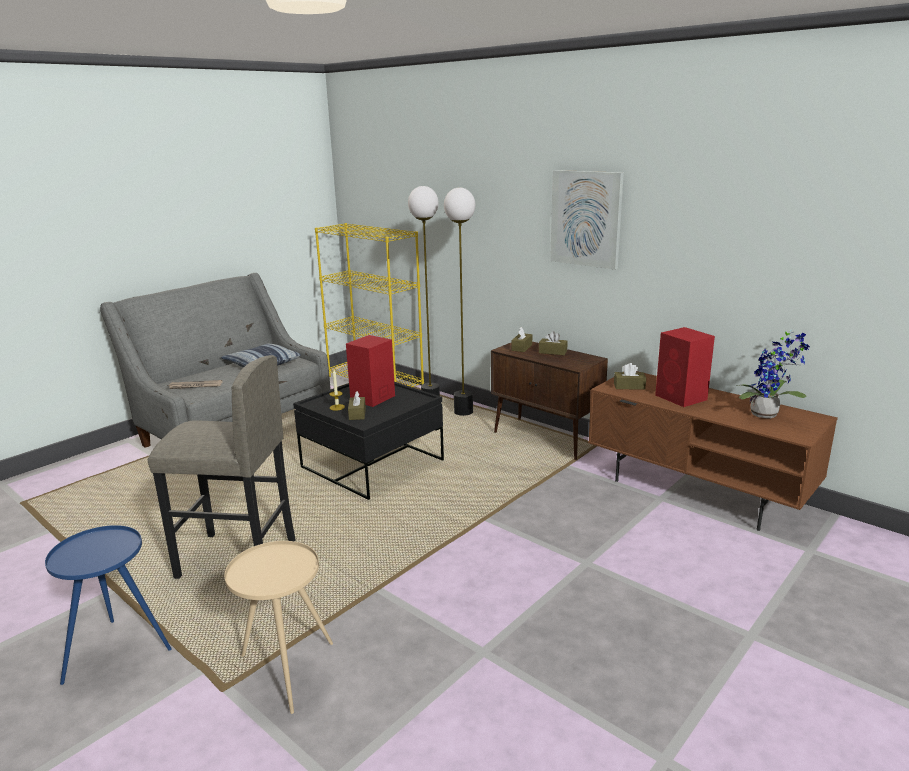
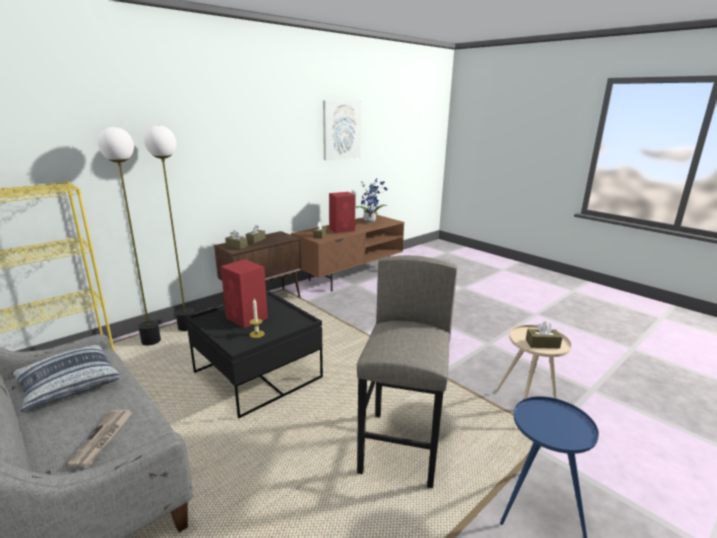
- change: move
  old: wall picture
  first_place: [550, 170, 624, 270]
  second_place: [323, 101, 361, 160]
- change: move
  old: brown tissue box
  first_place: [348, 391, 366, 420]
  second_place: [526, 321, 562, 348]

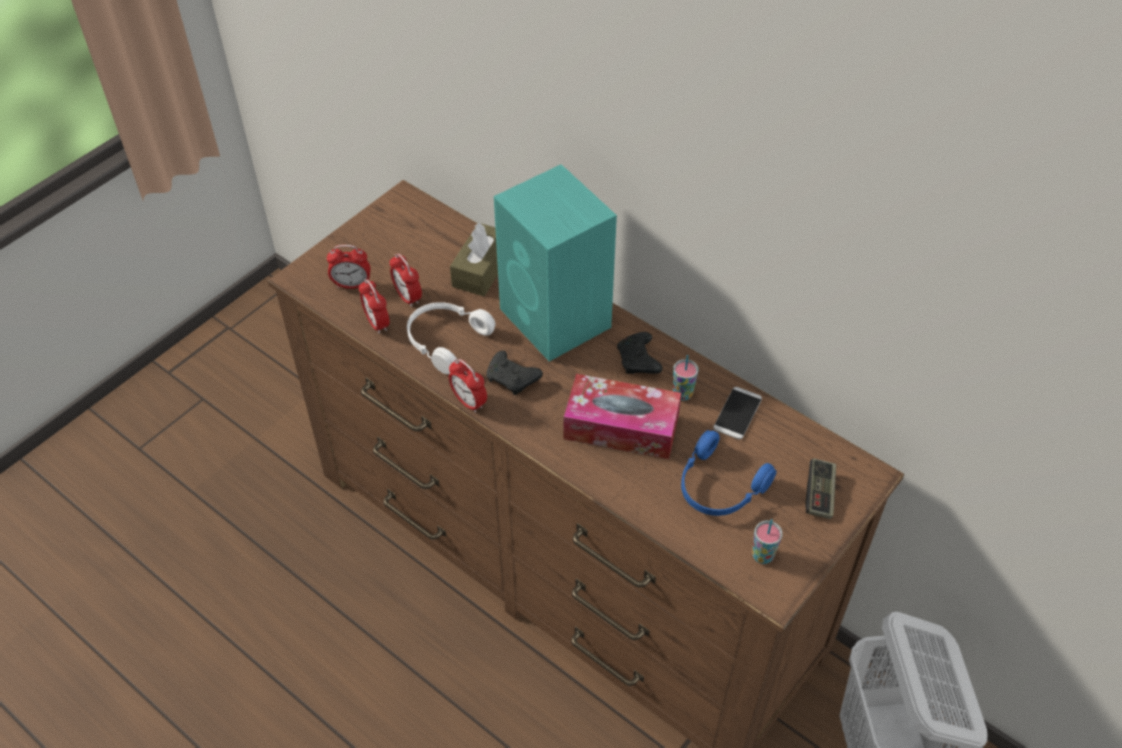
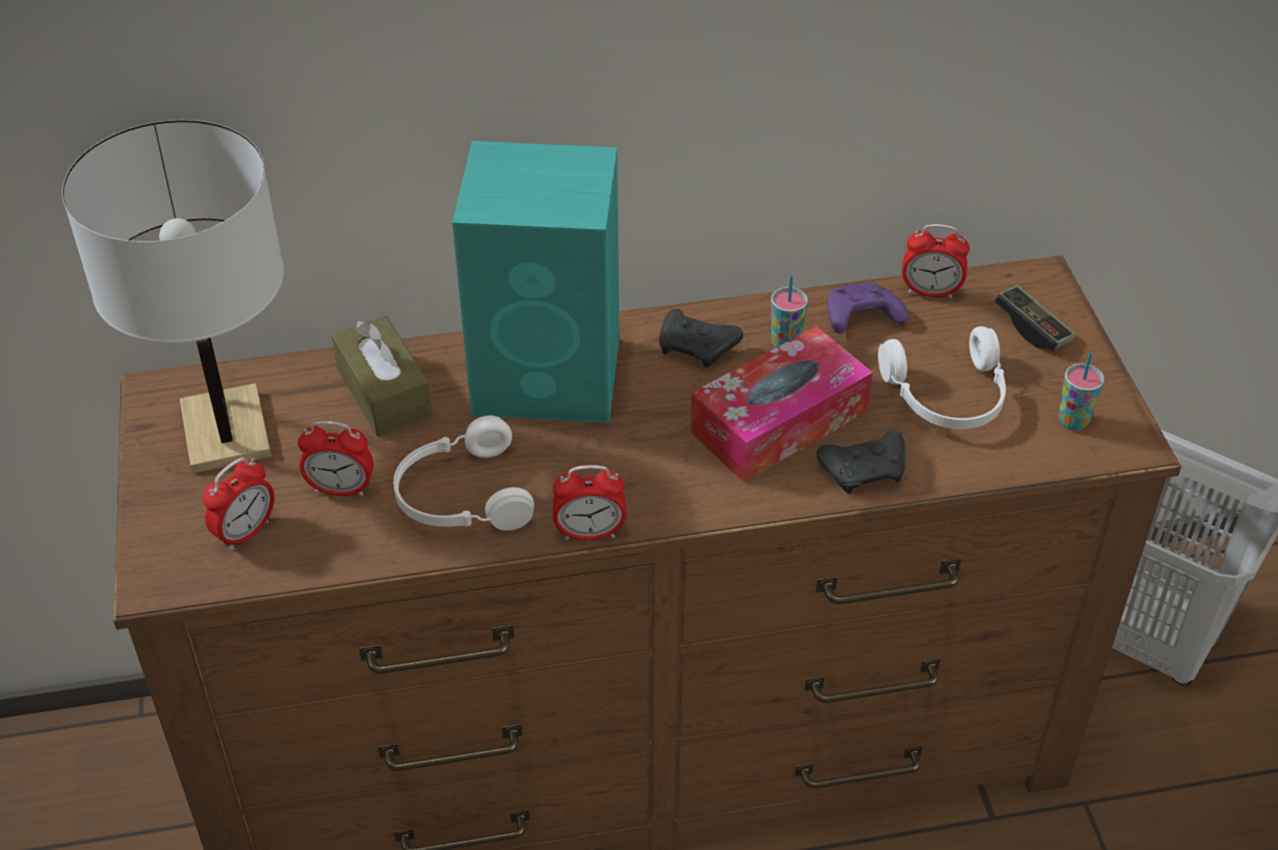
- change: insert
  new: white-coloured tabletop lamp
  second_place: [62, 120, 284, 473]
- change: move
  old: blackish game controller
  first_place: [486, 351, 543, 395]
  second_place: [816, 429, 906, 494]
- change: replace
  old: telephone
  new: purple-coloured game controller
  first_place: [713, 387, 762, 439]
  second_place: [828, 283, 909, 334]
- change: recolor
  old: blue-coloured pair of headphones
  new: white-coloured pair of headphones
  first_place: [681, 430, 777, 516]
  second_place: [878, 326, 1006, 429]
- change: move
  old: bedside clock
  first_place: [359, 279, 390, 334]
  second_place: [902, 224, 970, 299]

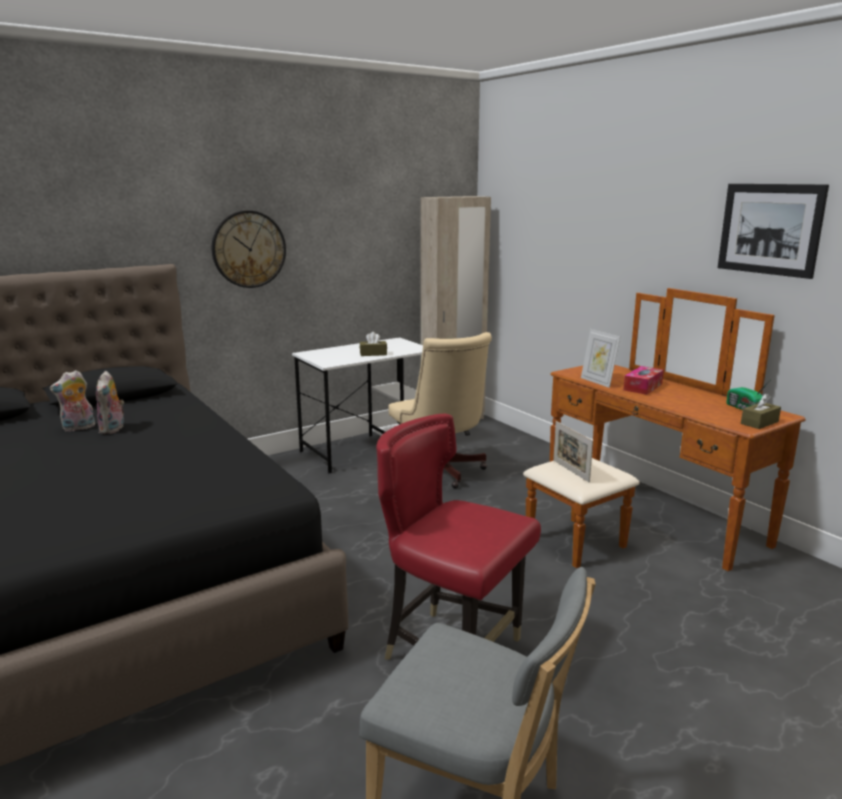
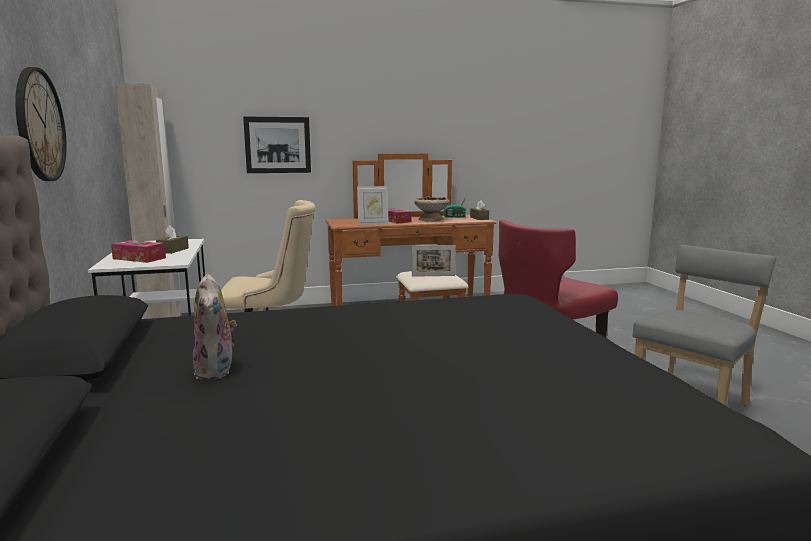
- change: insert
  new: tissue box
  second_place: [111, 240, 166, 263]
- change: move
  old: wall picture
  first_place: [718, 184, 829, 279]
  second_place: [243, 117, 311, 173]
- change: insert
  new: beige serving bowl
  second_place: [415, 196, 450, 221]
- change: delete
  old: plush toy
  first_place: [96, 371, 124, 434]

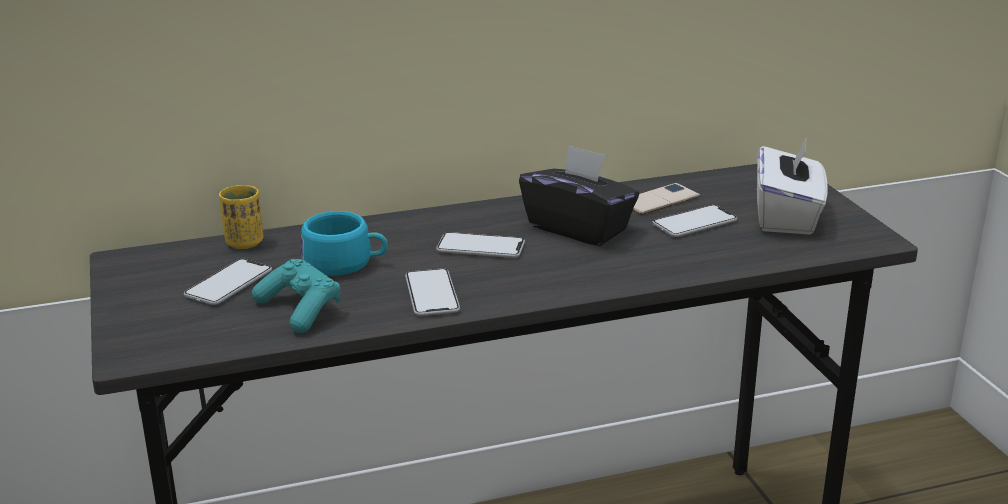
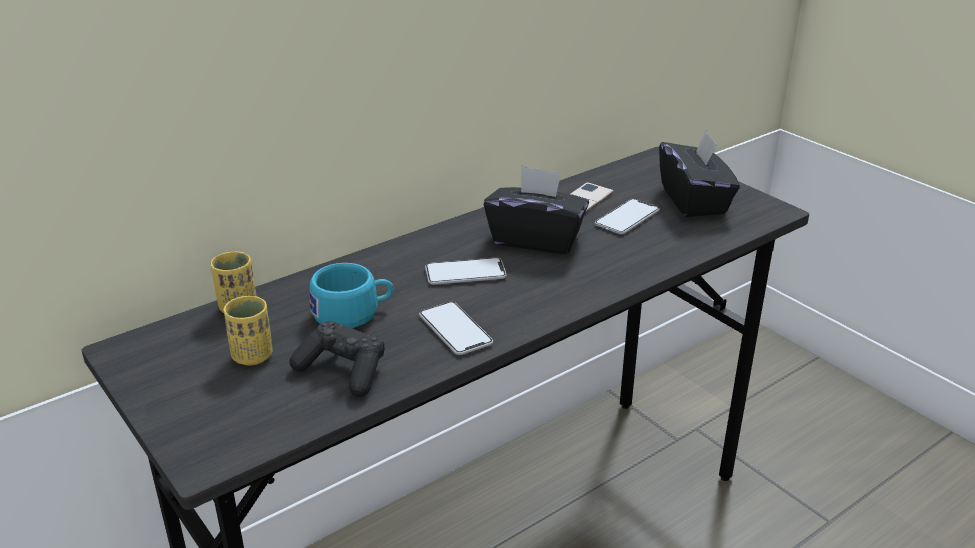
- change: replace
  old: telephone
  new: yellow-coloured small cup
  first_place: [184, 259, 272, 305]
  second_place: [223, 296, 272, 365]
- change: recolor
  old: turquoise-coloured game controller
  new: blackish game controller
  first_place: [252, 259, 341, 333]
  second_place: [289, 321, 384, 397]
- change: recolor
  old: white-coloured tissue box
  new: blackish tissue box
  first_place: [757, 135, 827, 235]
  second_place: [659, 130, 740, 217]

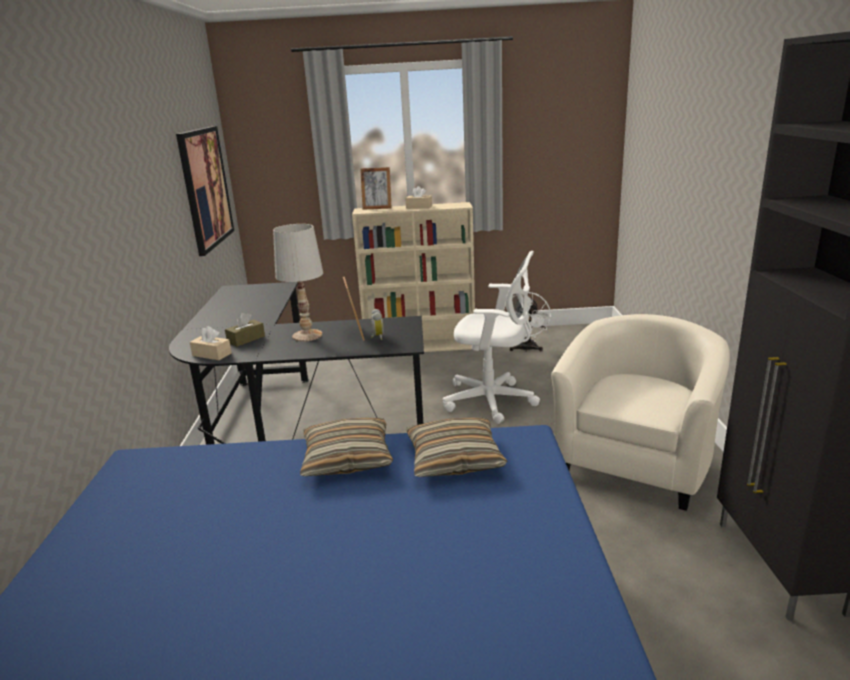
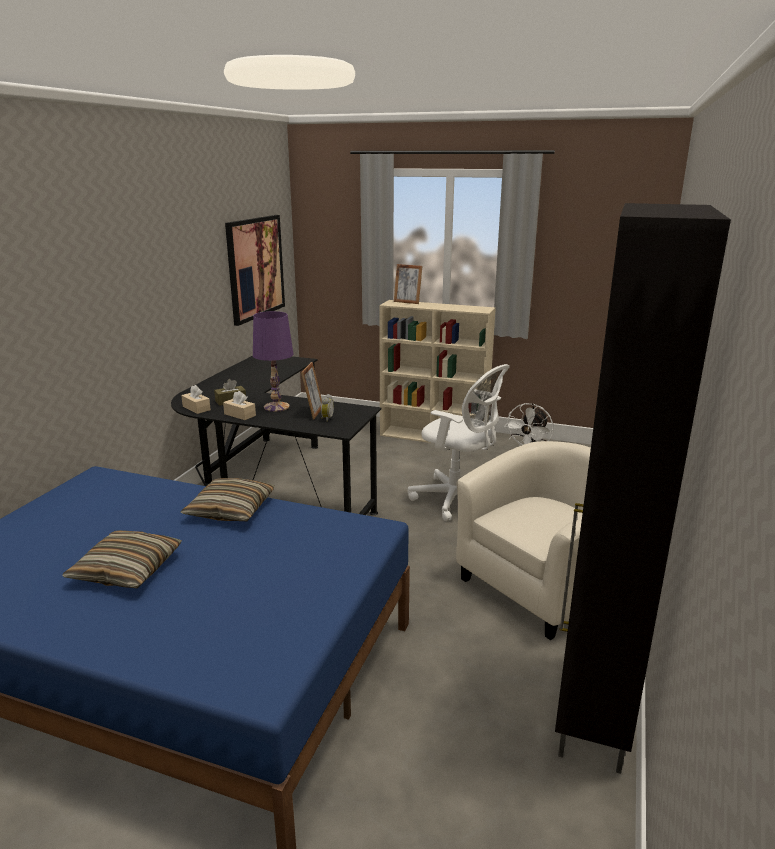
- change: move
  old: pillow
  first_place: [406, 417, 507, 477]
  second_place: [62, 530, 182, 588]
- change: move
  old: beige tissue box
  first_place: [405, 186, 432, 209]
  second_place: [223, 391, 256, 420]
- change: recolor
  old: white-coloured tabletop lamp
  new: purple-coloured tabletop lamp
  first_place: [273, 224, 323, 342]
  second_place: [253, 311, 293, 412]

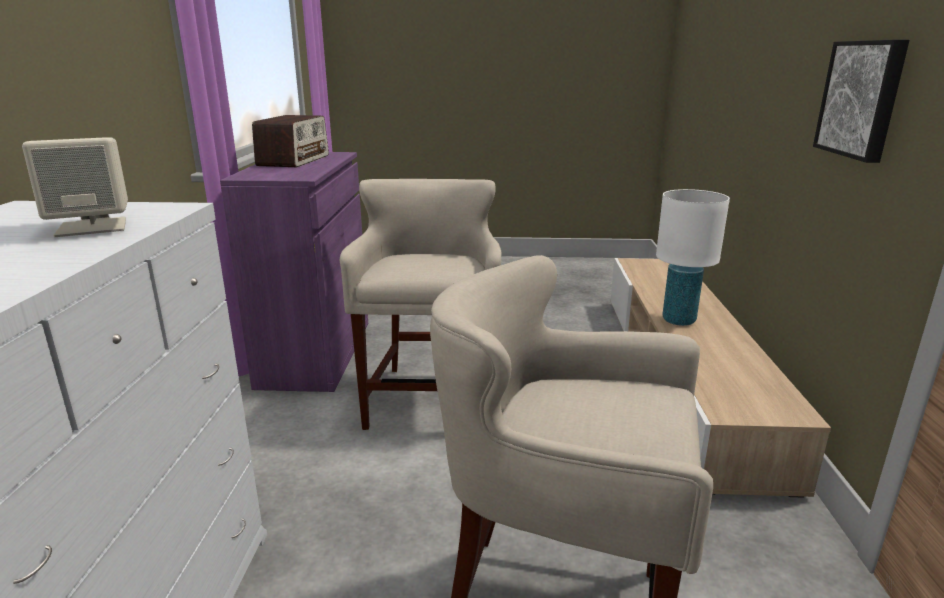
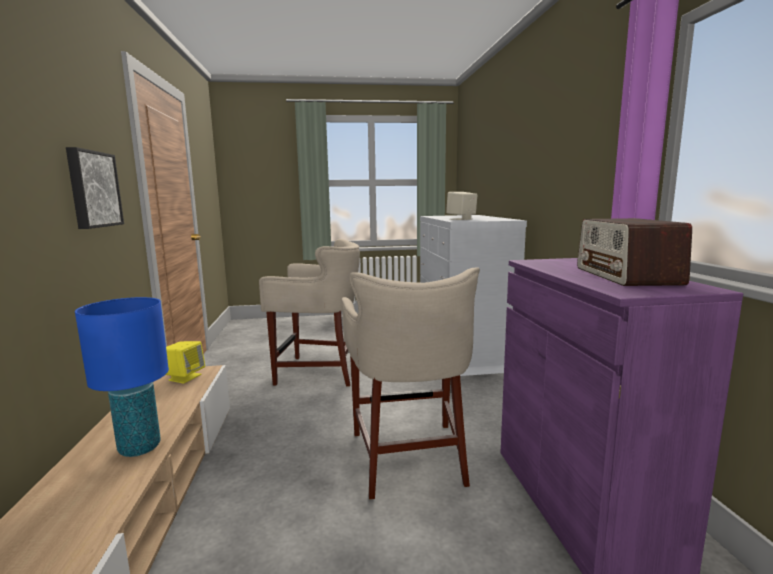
- change: recolor
  old: white-coloured tabletop lamp
  new: blue-coloured tabletop lamp
  first_place: [656, 189, 730, 326]
  second_place: [75, 297, 169, 457]
- change: insert
  new: yellow-coloured audio speaker
  second_place: [166, 341, 205, 384]

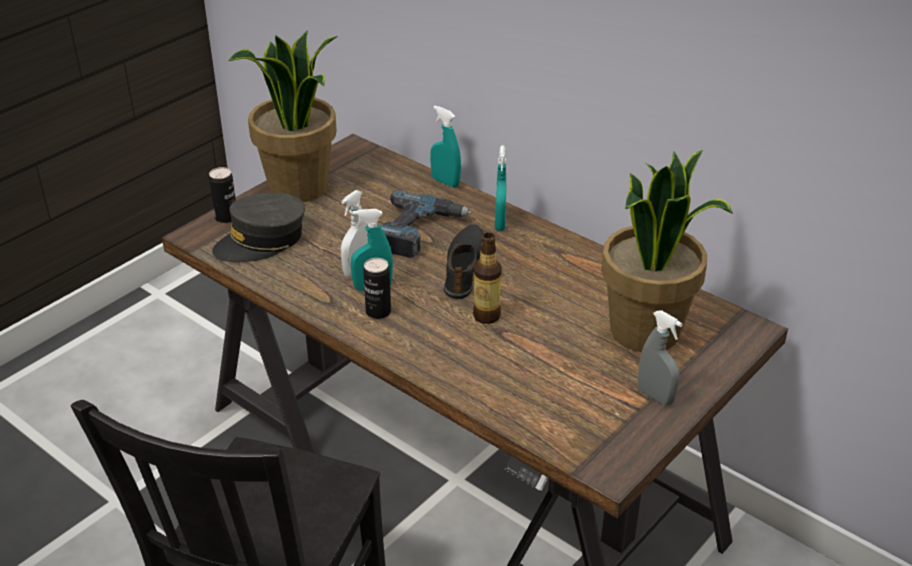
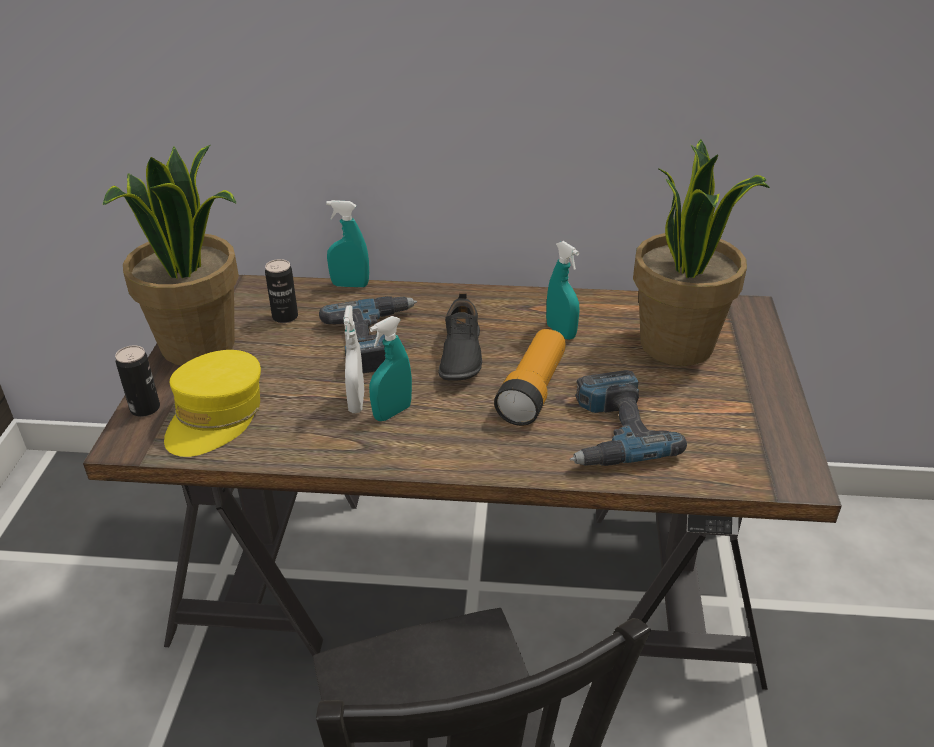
- change: recolor
  old: grey peaked cap
  new: yellow-coloured peaked cap
  first_place: [212, 193, 305, 262]
  second_place: [164, 350, 261, 457]
- change: move
  old: sealed can
  first_place: [363, 258, 391, 319]
  second_place: [265, 259, 298, 323]
- change: rotate
  old: blackish shoe
  first_place: [444, 224, 484, 299]
  second_place: [438, 293, 482, 381]
  degrees: -150
- change: replace
  old: beverage bottle
  new: flashlight
  first_place: [473, 233, 502, 324]
  second_place: [494, 329, 566, 426]
- change: move
  old: turquoise-coloured hand sprayer
  first_place: [495, 145, 506, 231]
  second_place: [546, 241, 580, 340]
- change: insert
  new: drill
  second_place: [570, 370, 687, 466]
- change: delete
  old: grey hand sprayer
  first_place: [638, 310, 683, 406]

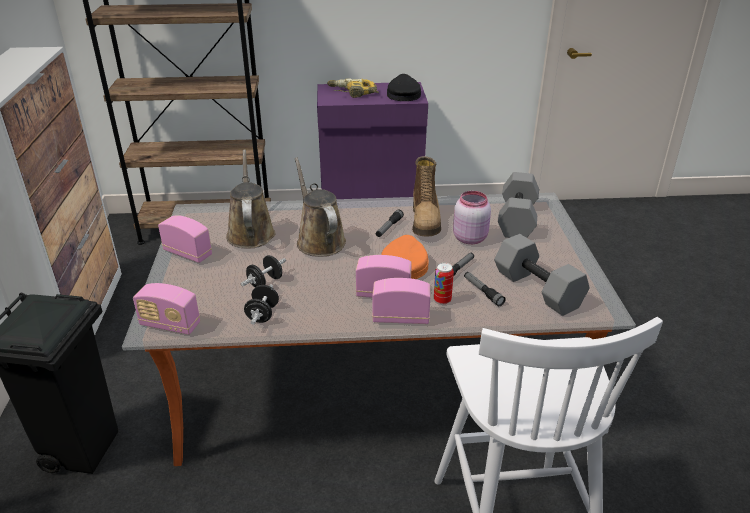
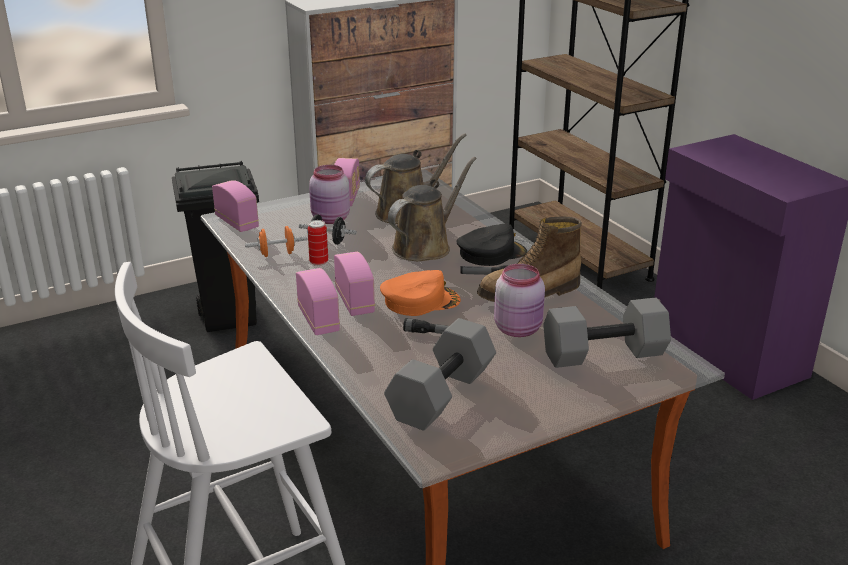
- change: rotate
  old: radio
  first_place: [133, 283, 200, 335]
  second_place: [212, 180, 259, 232]
  degrees: 150
- change: recolor
  old: blackish free weight
  new: orange-coloured free weight
  first_place: [244, 284, 279, 325]
  second_place: [245, 226, 308, 257]
- change: move
  old: sealed can
  first_place: [434, 262, 454, 304]
  second_place: [307, 220, 328, 266]
- change: insert
  new: pinkish jar
  second_place: [309, 165, 350, 224]
- change: move
  old: blackish peaked cap
  first_place: [387, 74, 421, 101]
  second_place: [457, 223, 527, 266]
- change: delete
  old: drill
  first_place: [327, 79, 379, 98]
- change: delete
  old: flashlight
  first_place: [464, 272, 506, 306]

